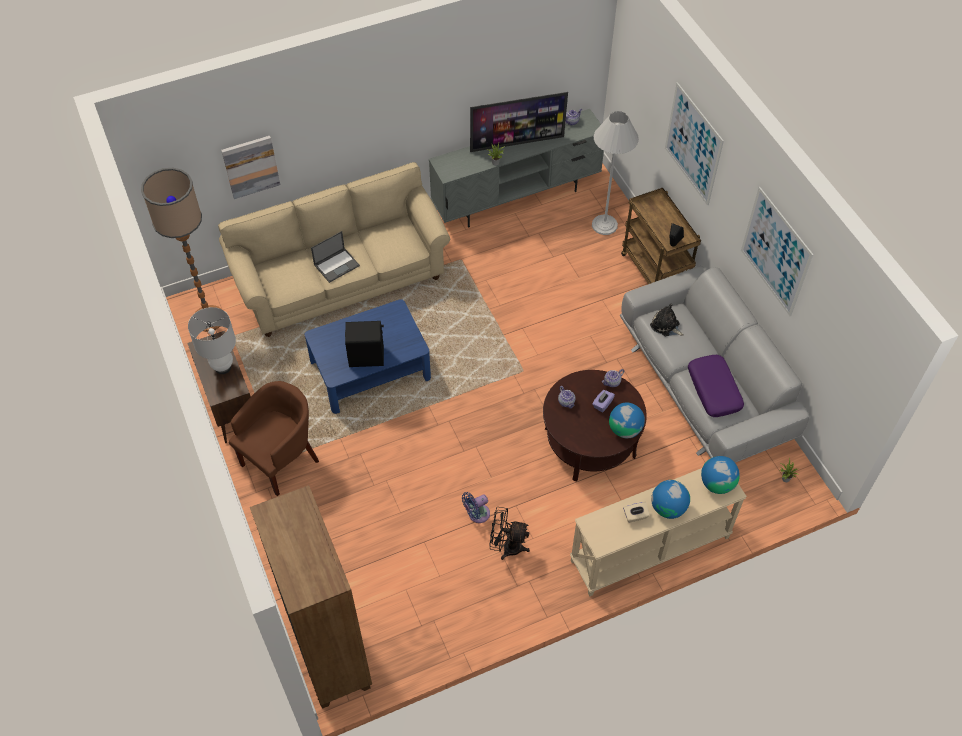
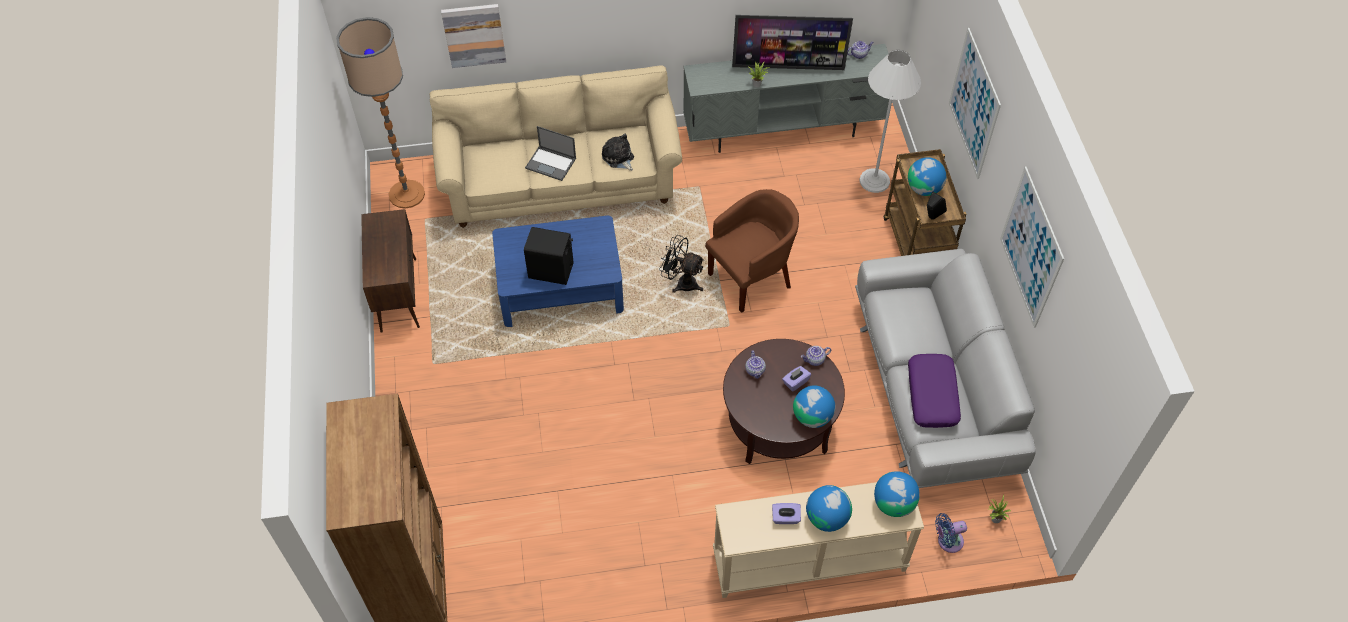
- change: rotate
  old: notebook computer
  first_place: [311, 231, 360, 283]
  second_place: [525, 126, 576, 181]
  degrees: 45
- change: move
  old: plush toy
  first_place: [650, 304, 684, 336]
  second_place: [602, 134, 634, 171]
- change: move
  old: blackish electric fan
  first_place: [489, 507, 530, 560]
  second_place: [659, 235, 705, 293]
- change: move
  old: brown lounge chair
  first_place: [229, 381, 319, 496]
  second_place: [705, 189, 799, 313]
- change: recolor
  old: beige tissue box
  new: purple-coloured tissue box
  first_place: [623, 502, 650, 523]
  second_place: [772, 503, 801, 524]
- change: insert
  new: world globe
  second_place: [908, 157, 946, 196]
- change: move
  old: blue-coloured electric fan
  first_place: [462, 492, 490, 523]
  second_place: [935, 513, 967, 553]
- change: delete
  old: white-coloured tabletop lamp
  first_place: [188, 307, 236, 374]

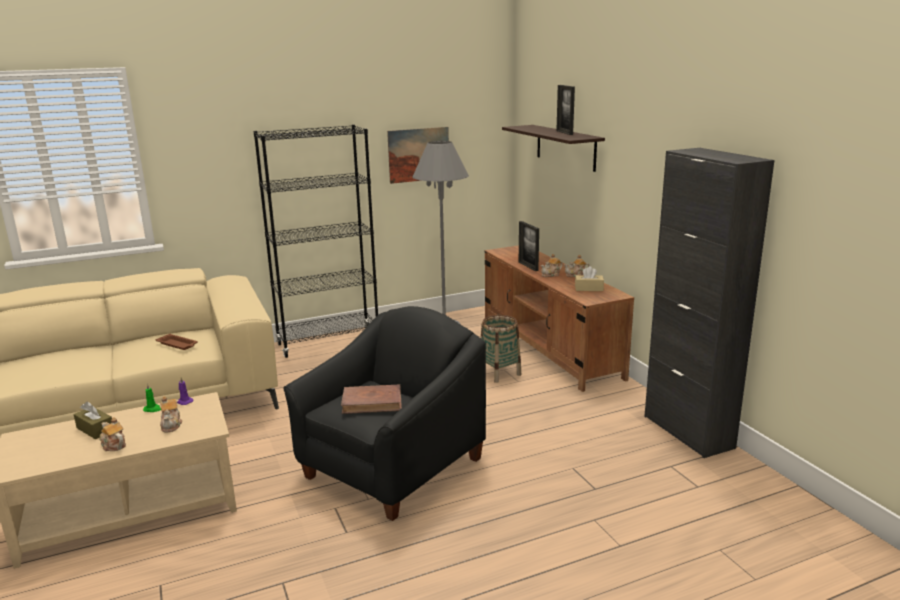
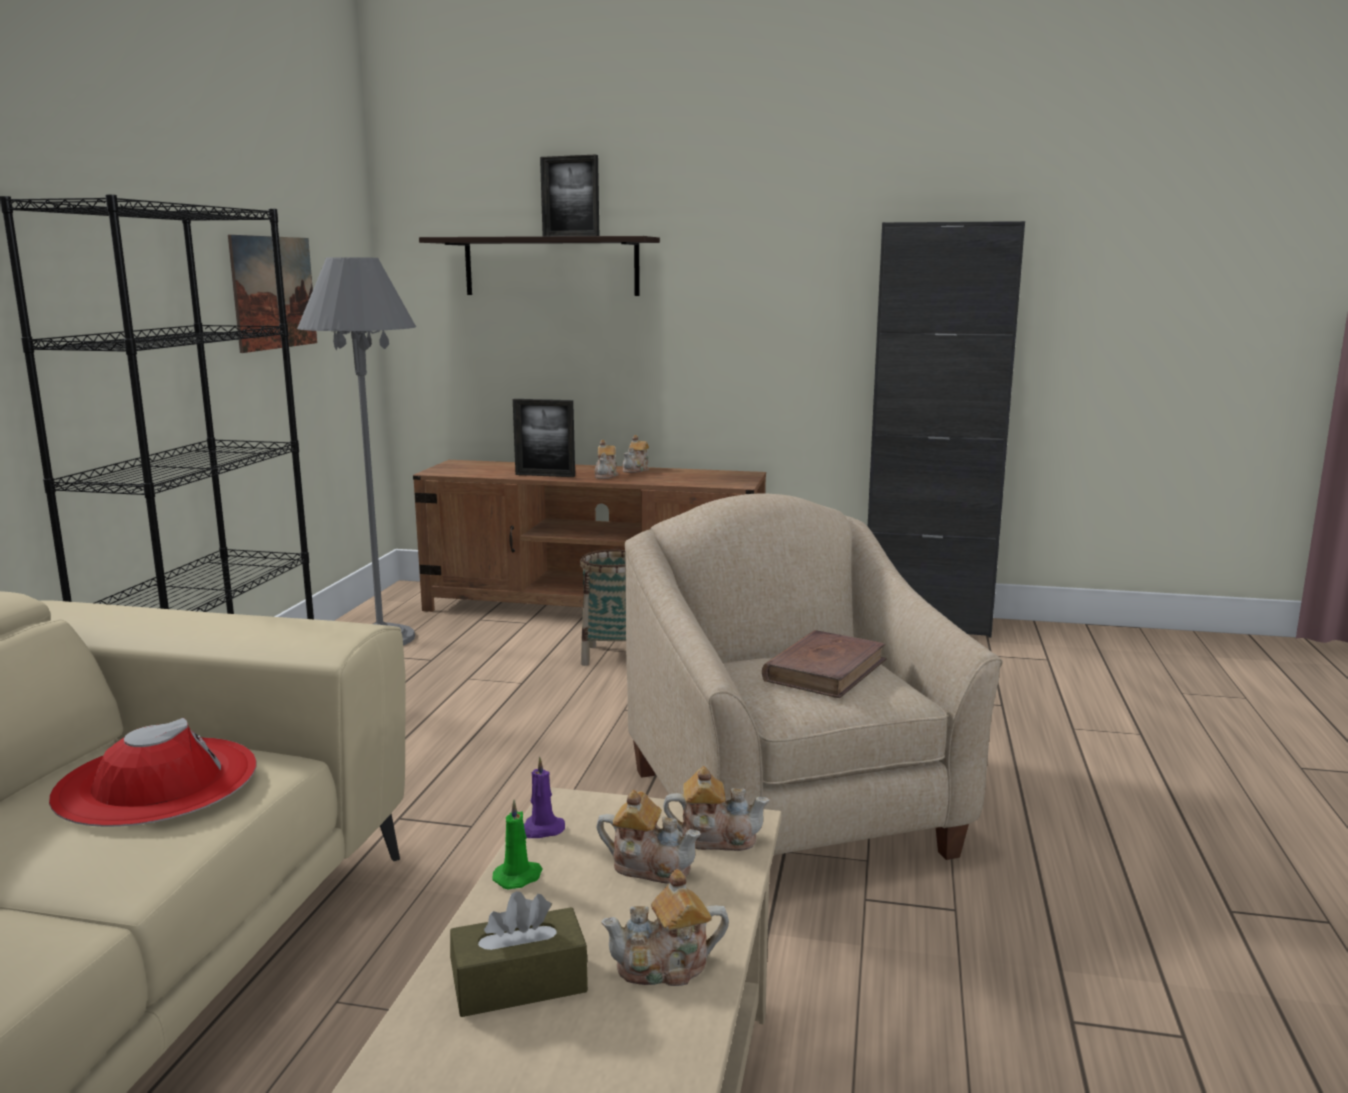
- change: replace
  old: brown serving tray
  new: red-coloured hat
  first_place: [156, 334, 198, 350]
  second_place: [49, 718, 257, 827]
- change: recolor
  old: blackish lounge chair
  new: beige lounge chair
  first_place: [283, 306, 486, 521]
  second_place: [625, 494, 1003, 860]
- change: insert
  new: tea pot
  second_place: [663, 766, 770, 851]
- change: delete
  old: beige tissue box
  first_place: [575, 266, 604, 291]

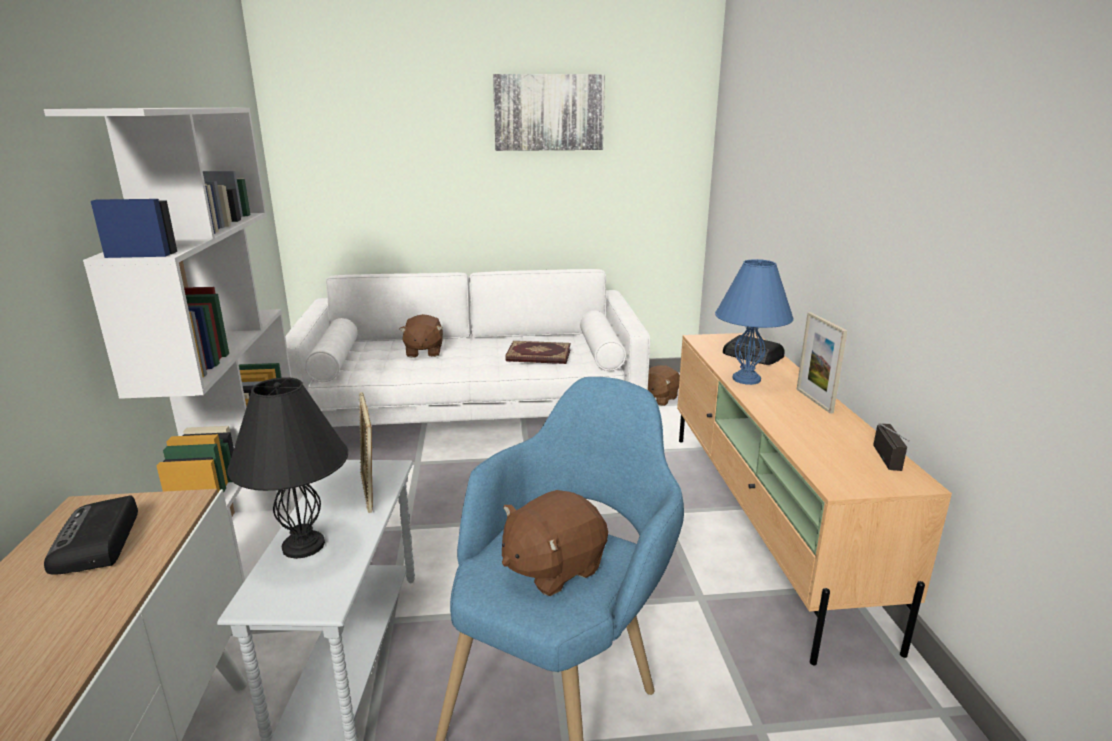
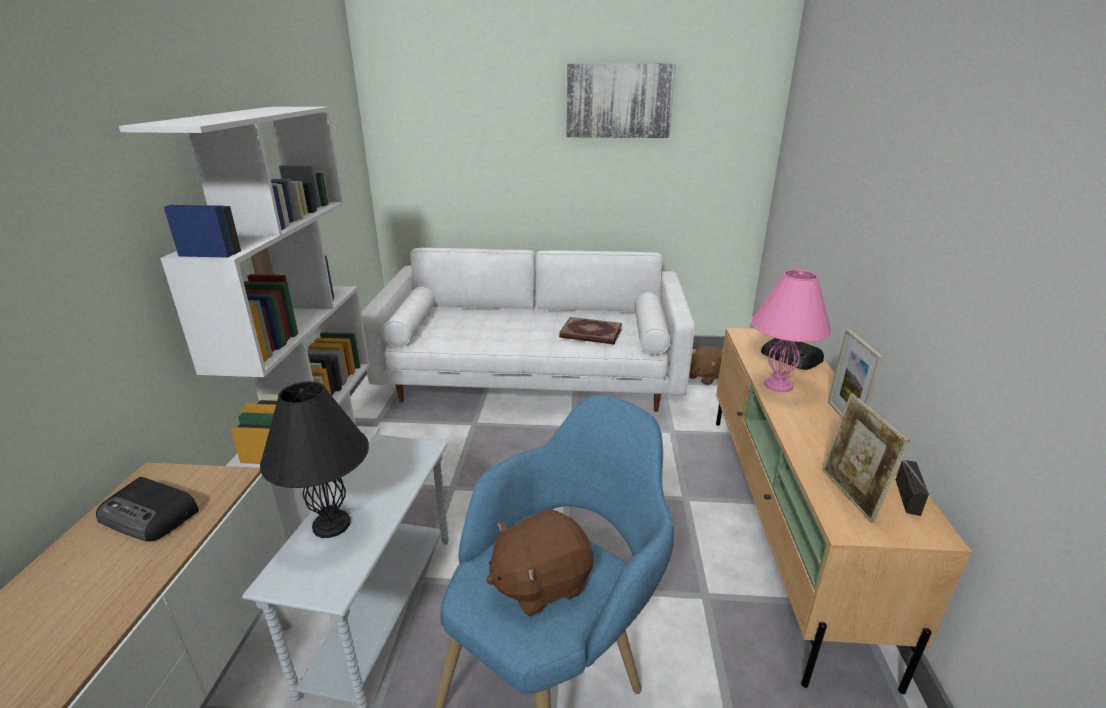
- change: rotate
  old: radio
  first_place: [44, 495, 138, 575]
  second_place: [96, 477, 199, 542]
  degrees: -60
- change: recolor
  old: blue-coloured tabletop lamp
  new: pinkish tabletop lamp
  first_place: [715, 259, 794, 385]
  second_place: [751, 270, 832, 392]
- change: move
  old: picture frame
  first_place: [359, 392, 373, 513]
  second_place: [822, 393, 910, 523]
- change: delete
  old: brown plush toy
  first_place: [399, 314, 443, 358]

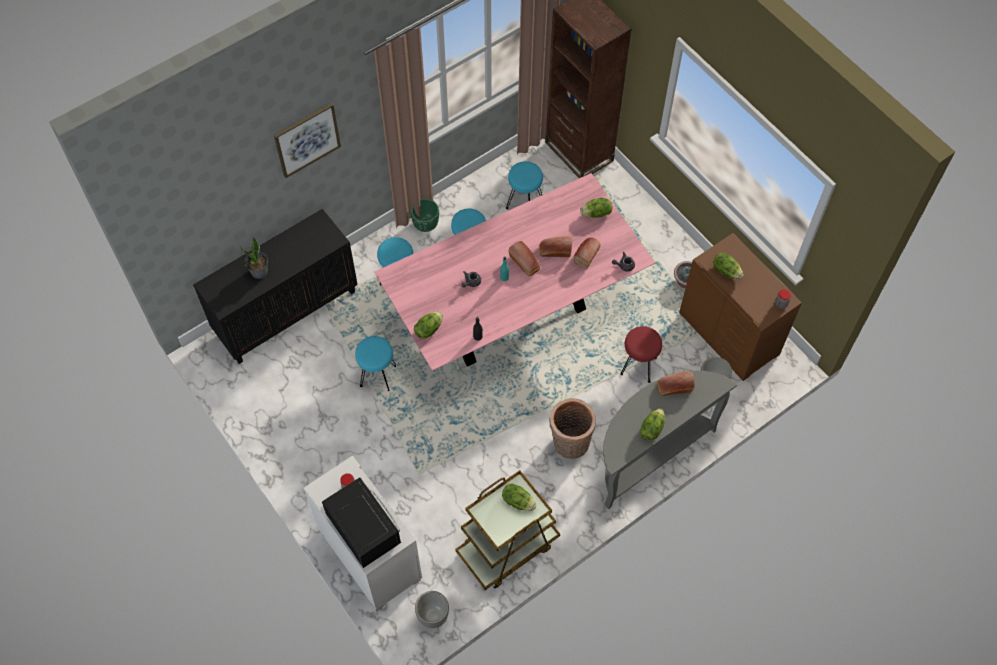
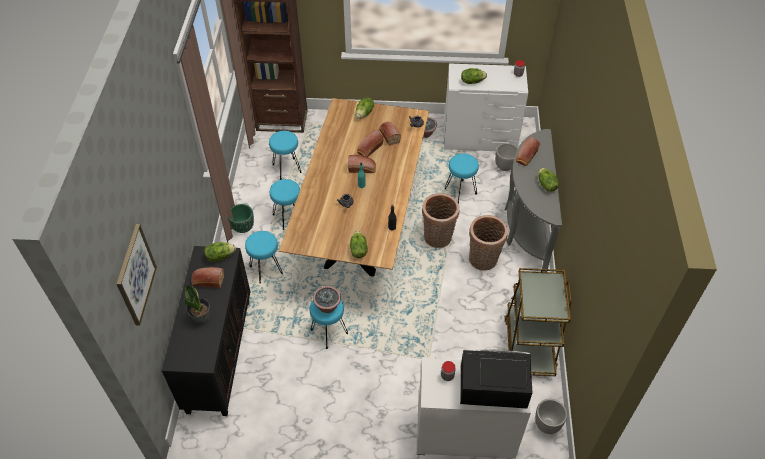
- change: move
  old: wall picture
  first_place: [274, 103, 341, 178]
  second_place: [116, 224, 157, 326]
- change: insert
  new: bakery bread
  second_place: [191, 267, 224, 288]
- change: move
  old: lettuce
  first_place: [502, 483, 536, 511]
  second_place: [204, 242, 236, 262]
- change: recolor
  old: pinkish dining table
  new: brown dining table
  first_place: [374, 173, 655, 371]
  second_place: [279, 98, 429, 277]
- change: insert
  new: plant in a pot
  second_place: [313, 286, 341, 313]
- change: insert
  new: basket
  second_place: [422, 193, 460, 248]
- change: recolor
  old: brown chest of drawers
  new: white-coloured chest of drawers
  first_place: [679, 233, 802, 381]
  second_place: [444, 63, 528, 151]
- change: recolor
  old: red-coloured stool
  new: turquoise-coloured stool
  first_place: [620, 326, 662, 383]
  second_place: [445, 153, 479, 203]

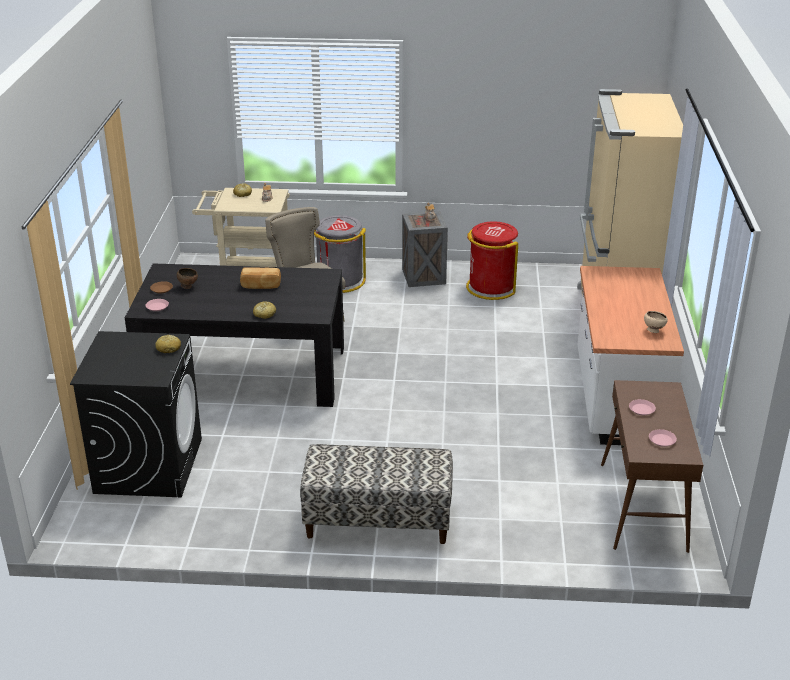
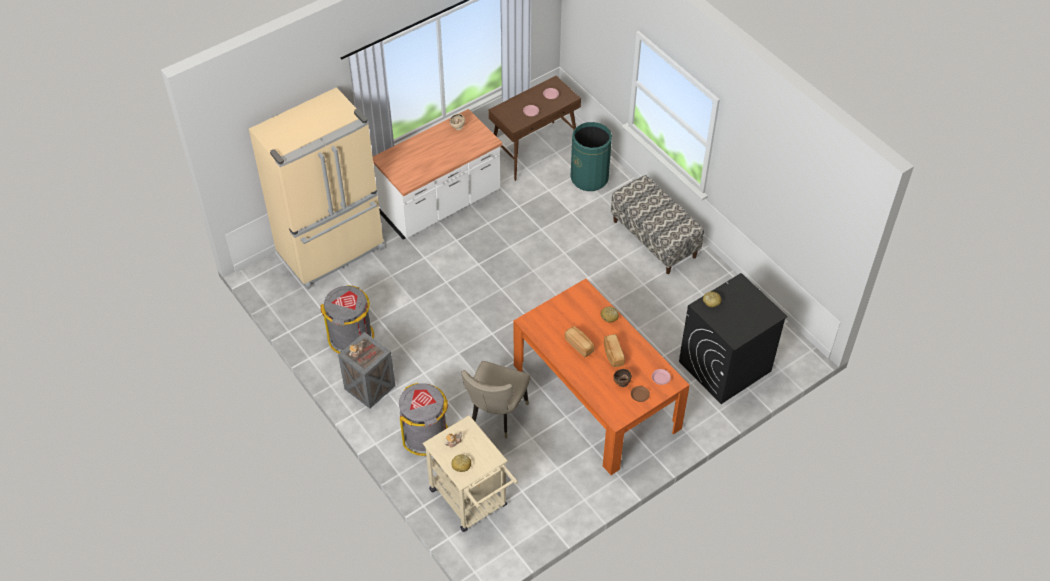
- change: recolor
  old: red-coloured waste bin
  new: grey waste bin
  first_place: [466, 222, 518, 300]
  second_place: [320, 285, 374, 353]
- change: recolor
  old: blackish dining table
  new: orange-coloured dining table
  first_place: [125, 264, 344, 407]
  second_place: [513, 279, 690, 475]
- change: insert
  new: greenish waste bin
  second_place: [570, 122, 612, 191]
- change: insert
  new: bakery bread
  second_place: [604, 334, 625, 367]

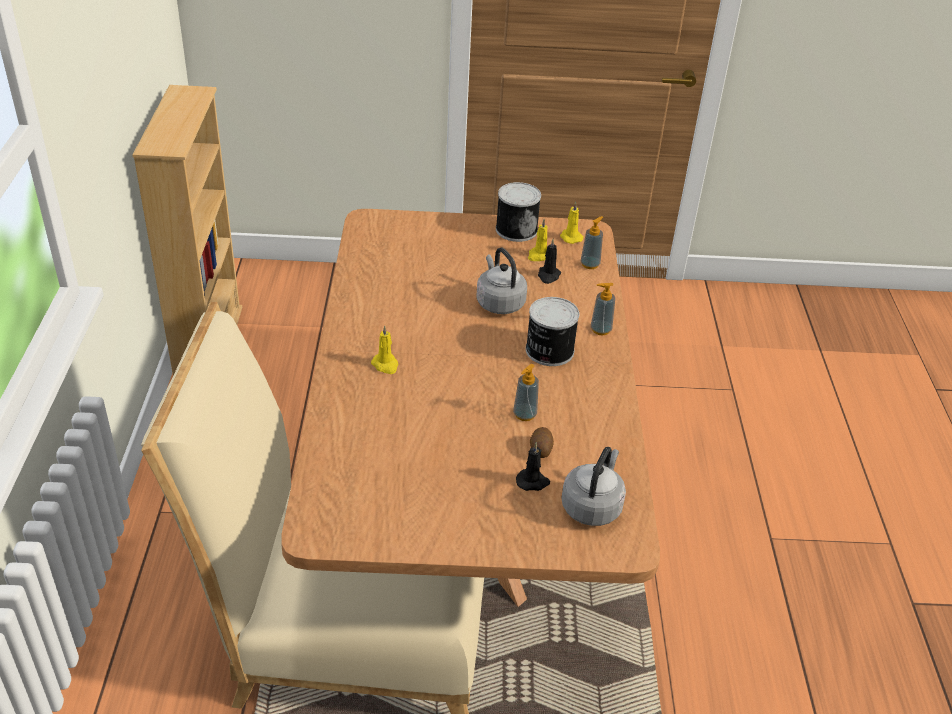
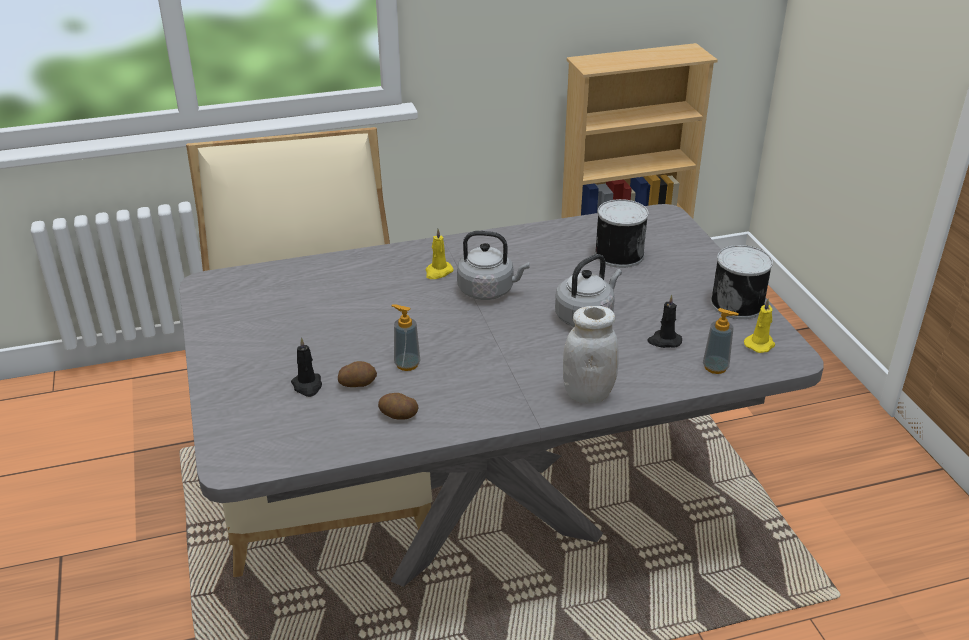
- change: recolor
  old: brown dining table
  new: grey dining table
  first_place: [281, 209, 660, 607]
  second_place: [180, 204, 824, 586]
- change: insert
  new: spud
  second_place: [378, 393, 418, 420]
- change: move
  old: grey water kettle
  first_place: [562, 447, 626, 526]
  second_place: [457, 231, 529, 300]
- change: replace
  old: liquid soap bottle
  new: white-coloured jar
  first_place: [591, 283, 615, 335]
  second_place: [563, 306, 619, 404]
- change: move
  old: sealed can
  first_place: [526, 297, 579, 366]
  second_place: [595, 199, 649, 268]
- change: delete
  old: yellow-coloured wax light
  first_place: [528, 219, 548, 261]

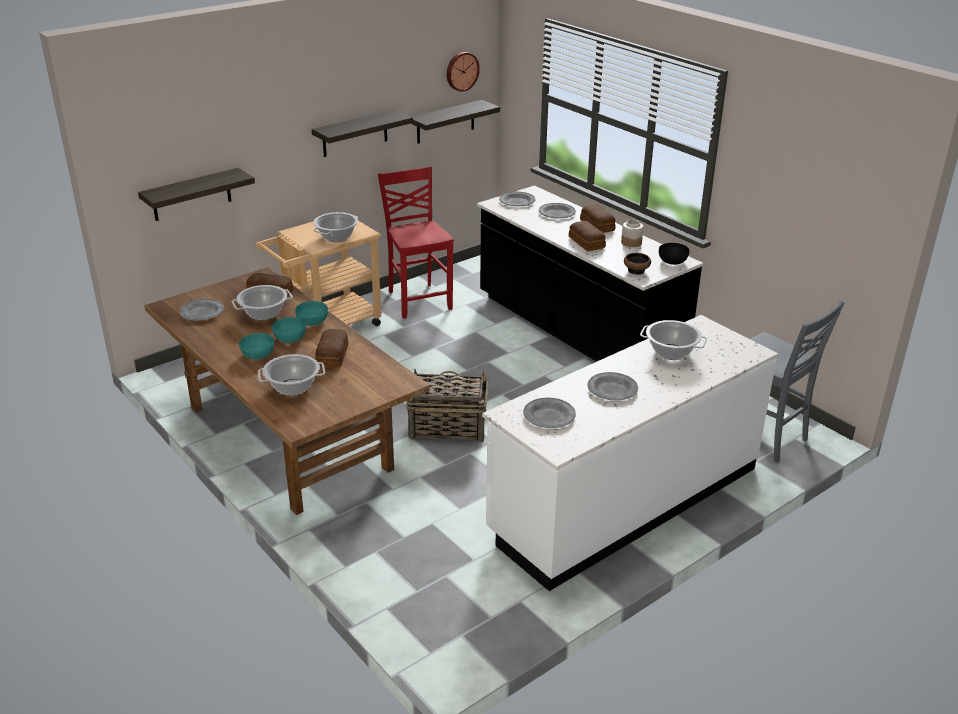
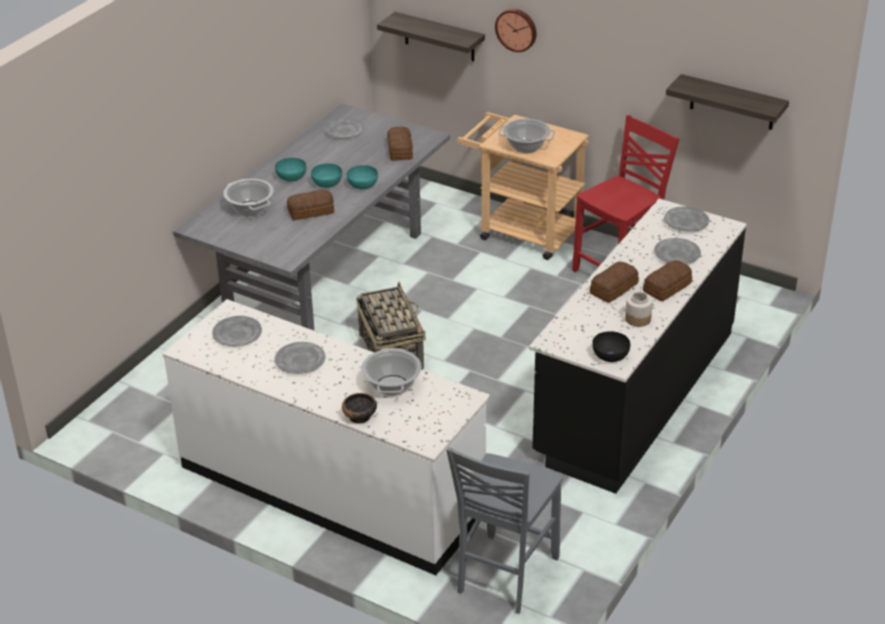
- change: recolor
  old: brown dining table
  new: grey dining table
  first_place: [144, 267, 430, 515]
  second_place: [173, 103, 450, 330]
- change: move
  old: serving bowl
  first_place: [624, 253, 651, 275]
  second_place: [342, 393, 377, 423]
- change: move
  old: clock on the wall
  first_place: [447, 52, 480, 92]
  second_place: [495, 9, 537, 52]
- change: delete
  old: saucepot
  first_place: [232, 285, 293, 321]
- change: delete
  old: wall shelf
  first_place: [312, 110, 413, 157]

